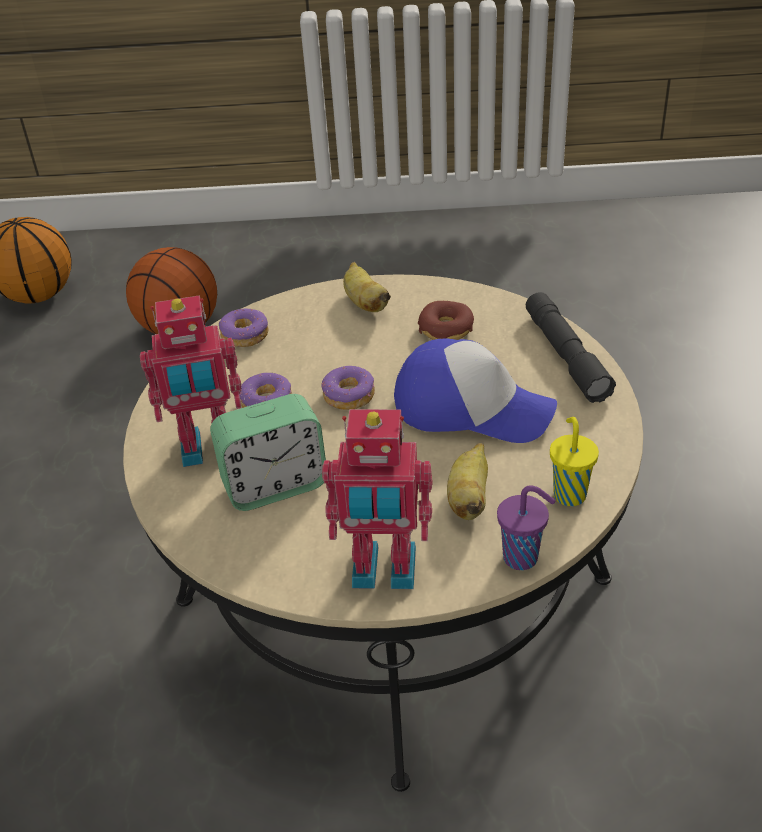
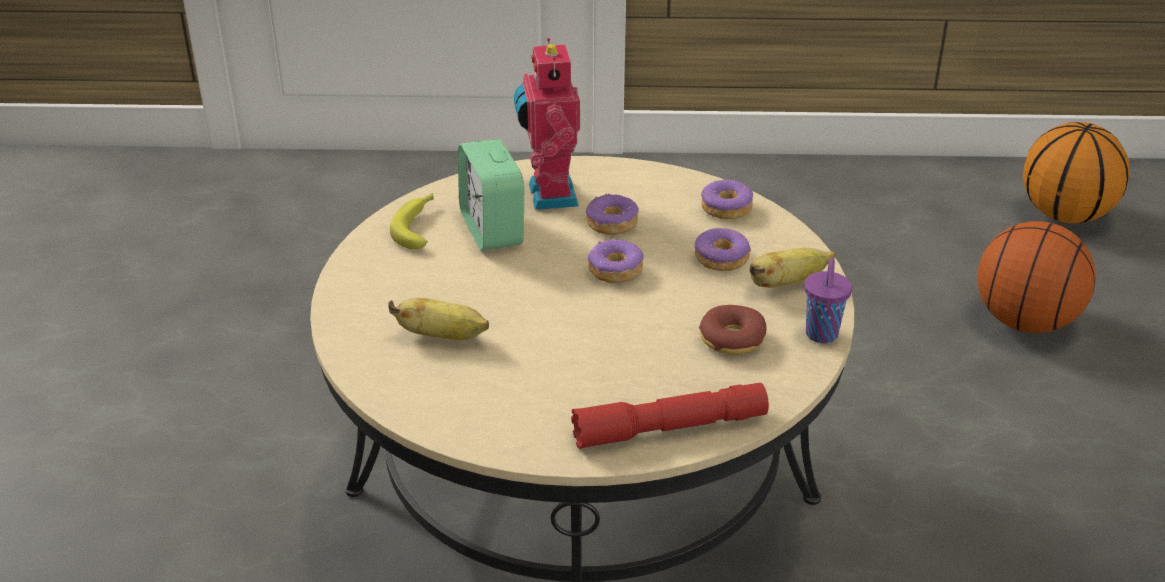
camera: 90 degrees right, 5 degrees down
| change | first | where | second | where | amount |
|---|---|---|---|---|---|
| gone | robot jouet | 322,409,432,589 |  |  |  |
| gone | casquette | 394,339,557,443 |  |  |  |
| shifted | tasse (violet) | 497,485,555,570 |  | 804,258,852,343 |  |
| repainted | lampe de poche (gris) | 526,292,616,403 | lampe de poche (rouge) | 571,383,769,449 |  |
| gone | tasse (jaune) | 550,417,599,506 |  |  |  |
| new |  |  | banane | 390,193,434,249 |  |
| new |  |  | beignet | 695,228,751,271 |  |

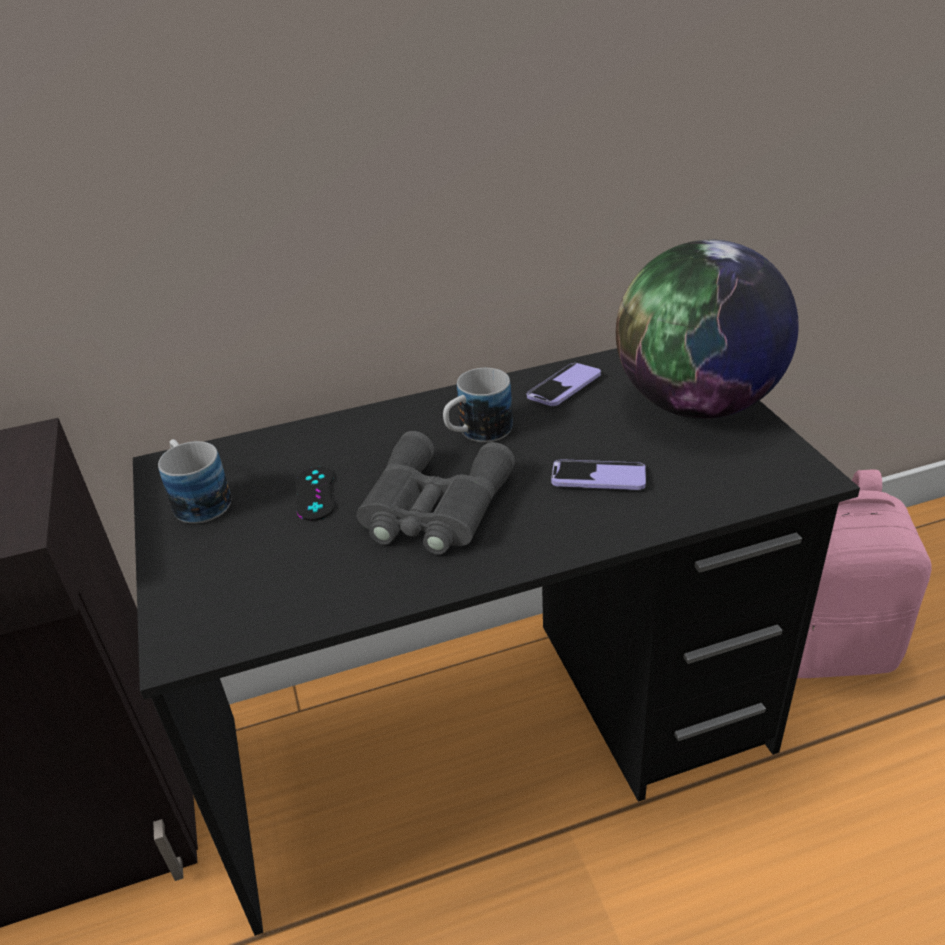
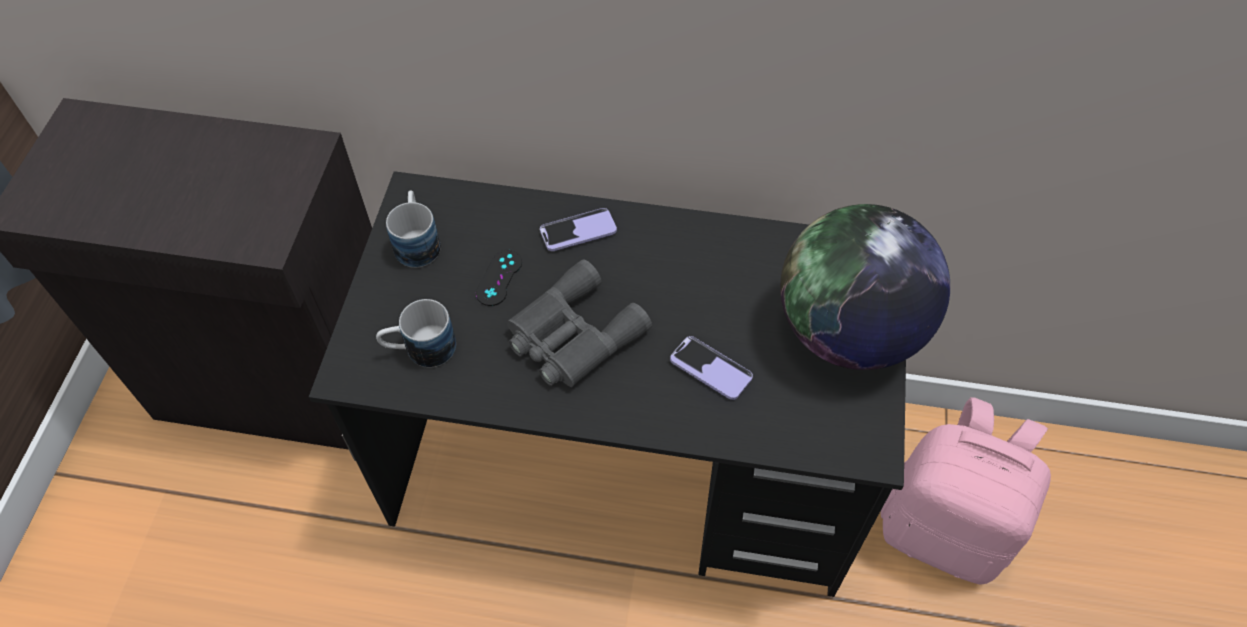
camera: 25 degrees right, 20 degrees up
| change | first | where | second | where | amount |
|---|---|---|---|---|---|
| shifted | mug | 443,368,513,442 |  | 376,299,456,367 |  |
| shifted | téléphone | 526,363,601,406 |  | 540,208,617,251 |  |

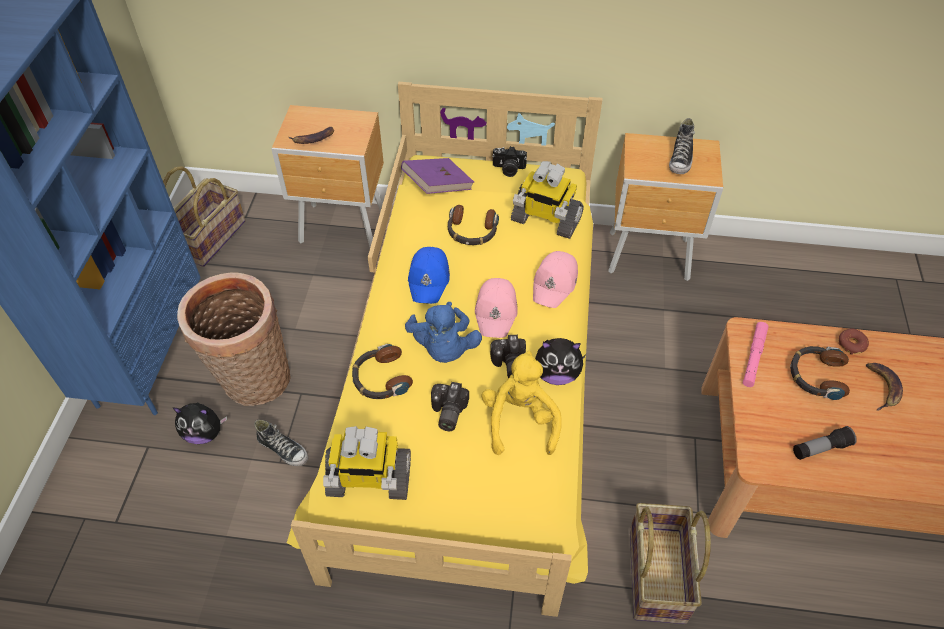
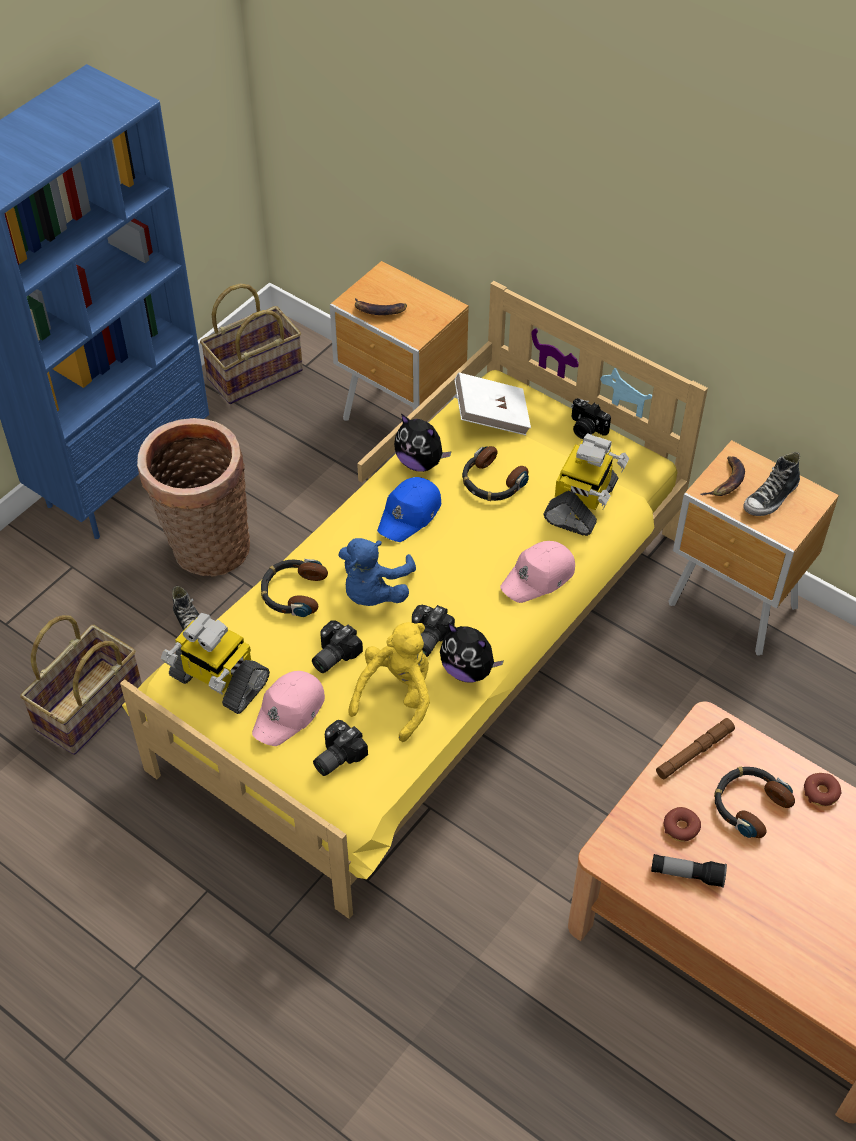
camera: 30 degrees right, 0 degrees up
| change | first | where | second | where | amount |
|---|---|---|---|---|---|
| shifted | peluche | 173,403,227,444 |  | 394,414,452,472 |  |
| repainted | livre (violet) | 401,158,474,194 | livre (blanc) | 455,373,531,435 |  |
| shifted | casquette (rose) | 475,278,518,338 |  | 252,671,325,746 |  |
| rotated | robot jouet | 511,161,584,239 |  | 544,433,629,536 | 120 degrees counterclockwise |
| shifted | panier | 630,503,711,624 |  | 20,615,142,755 |  |
| repainted | lampe de poche (rose) | 743,322,769,387 | lampe de poche (marron) | 656,718,735,780 |  |
| shifted | banane | 866,363,903,411 |  | 701,456,745,496 |  |
| new |  |  | appareil photo | 313,720,368,776 |  |
| new |  |  | beignet | 664,807,701,842 |  |

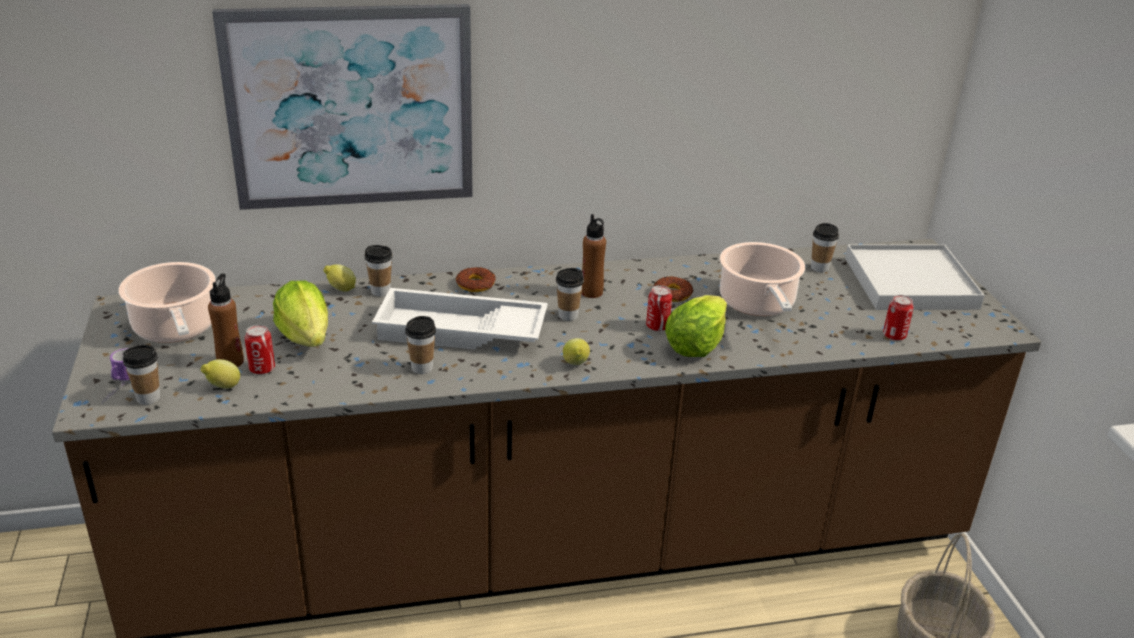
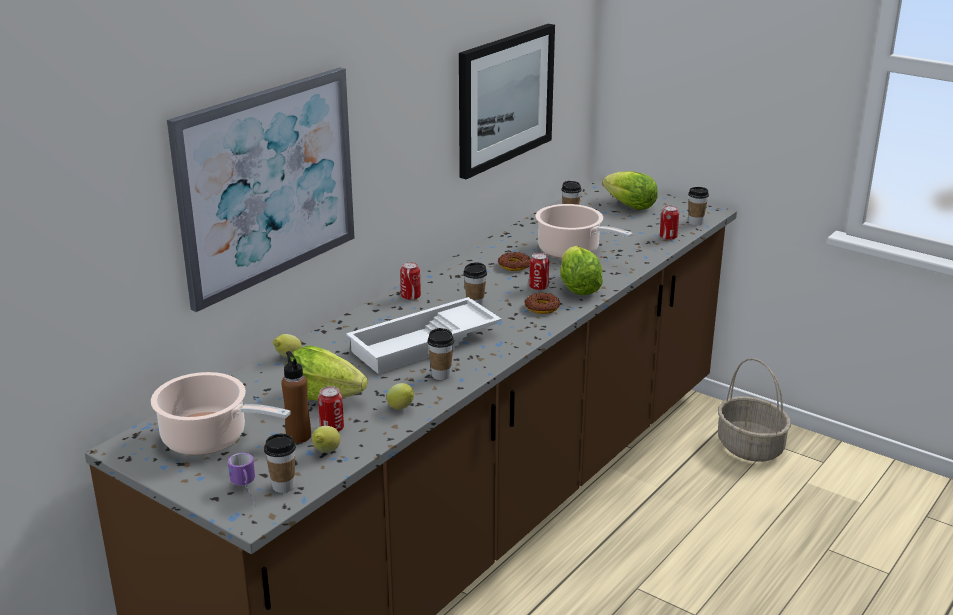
camera: 40 degrees left, 5 degrees down
| change | first | where | second | where | amount |
|---|---|---|---|---|---|
| shifted | tasse | 365,245,392,296 |  | 688,187,709,225 |  |
| shifted | beignet | 456,267,496,292 |  | 525,293,561,314 |  |
| shifted | citron | 563,338,590,365 |  | 387,383,414,410 |  |
| gone | bouteille (marron) | 581,214,606,298 |  |  |  |
| swapped | plateau (blanc) | 845,245,985,310 | laitue | 602,171,658,210 |  |
| new |  |  | boîte métallique | 400,262,421,300 |  |
| new |  |  | tableau | 459,24,555,179 |  |

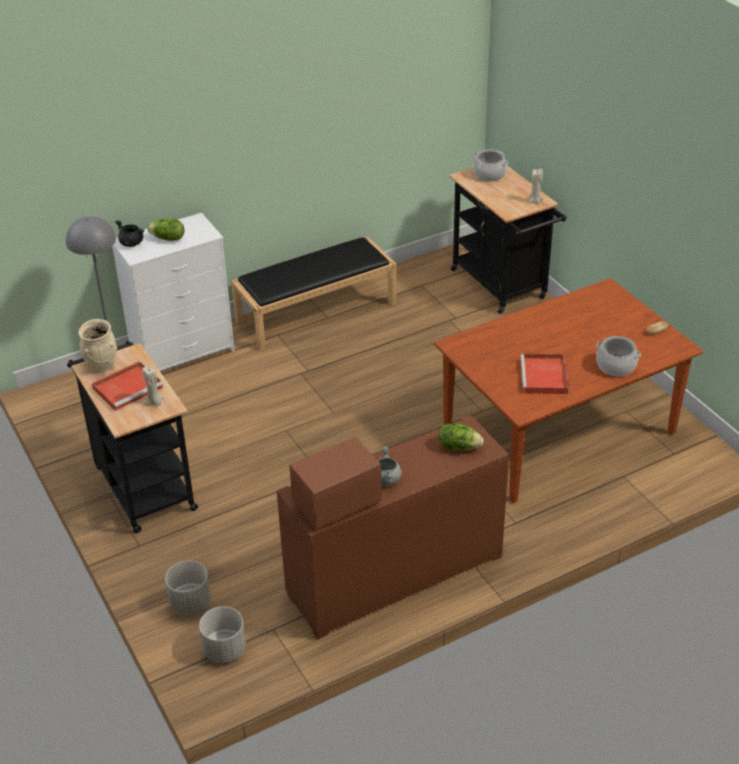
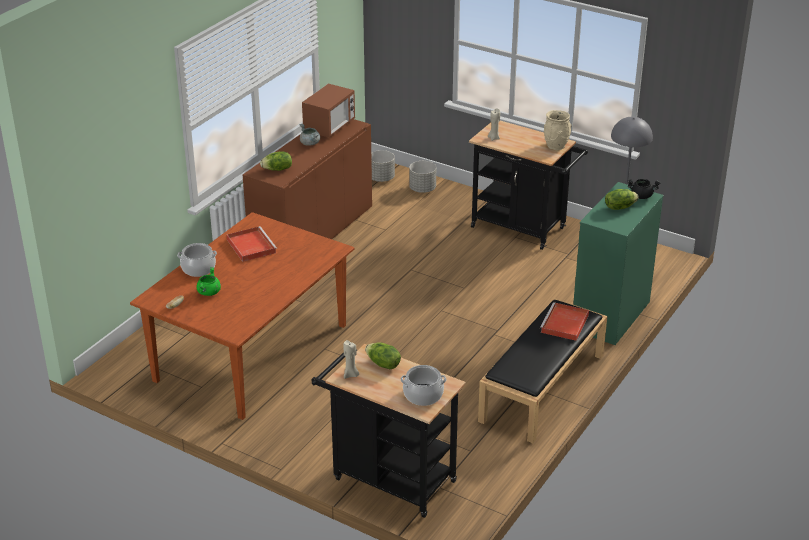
camera: 150 degrees right, 5 degrees down
| change | first | where | second | where | amount |
|---|---|---|---|---|---|
| shifted | plateau (rouge) | 92,361,163,411 |  | 540,302,589,341 |  |
| repainted | commode (blanc) | 112,213,235,371 | commode (vert) | 573,182,664,345 |  |
| new |  |  | marmite (vert) | 196,267,221,296 |  |
| new |  |  | laitue | 365,342,401,369 |  |

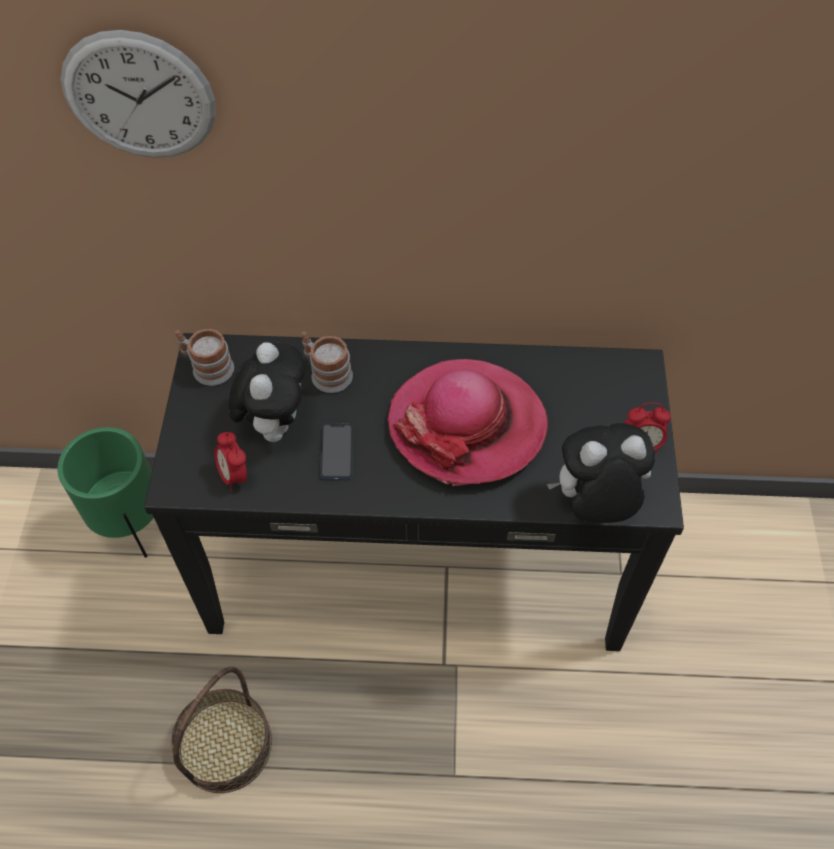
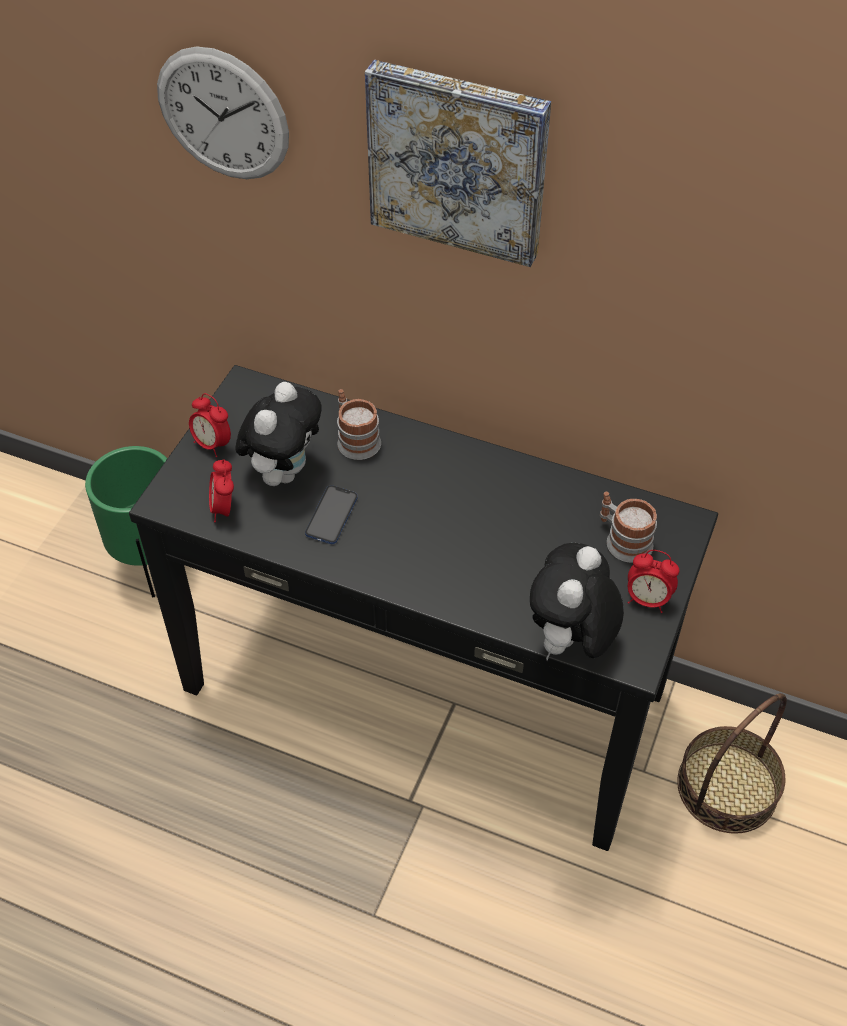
camera: 20 degrees right, 5 degrees down
| change | first | where | second | where | amount |
|---|---|---|---|---|---|
| shifted | panier | 172,667,272,793 |  | 677,693,787,834 |  |
| shifted | mug | 175,329,234,386 |  | 600,492,657,563 |  |
| gone | chapeau | 387,359,548,486 |  |  |  |
| rotated | peluche | 547,423,655,523 |  | 530,543,624,661 | 75 degrees counterclockwise |
| new |  |  | réveil | 189,393,231,457 |  |
| new |  |  | tableau | 365,60,551,267 |  |

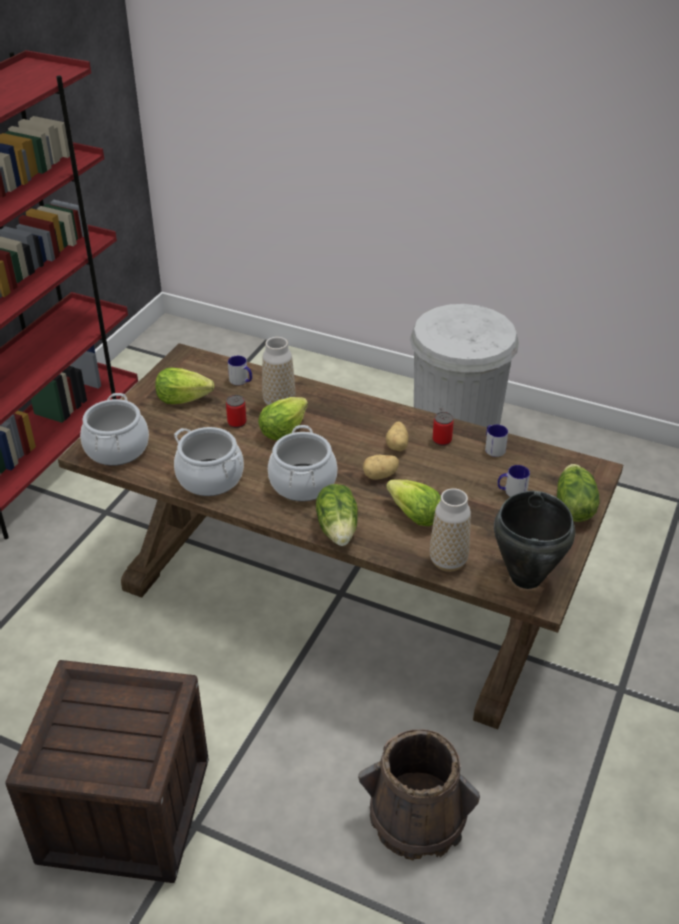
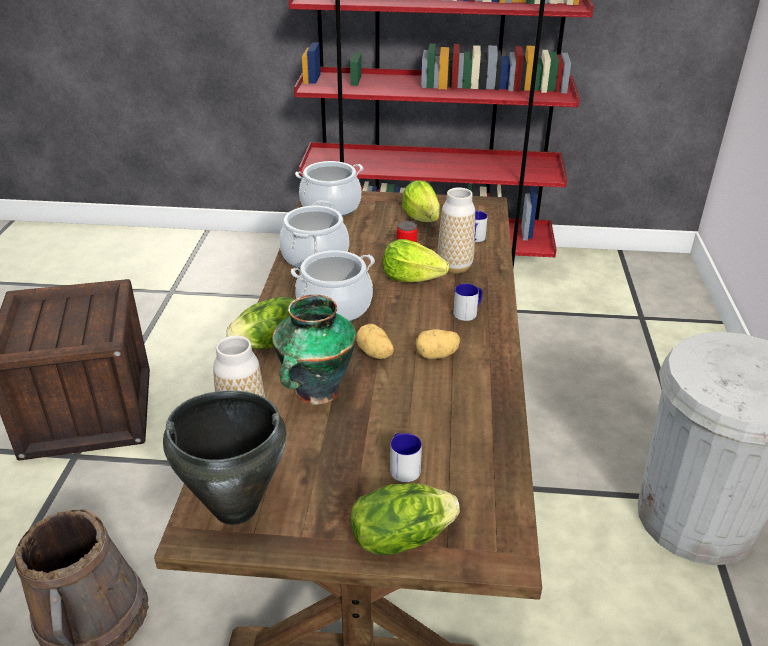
camera: 70 degrees right, 5 degrees down
| change | first | where | second | where | amount |
|---|---|---|---|---|---|
| swapped | laitue | 386,479,441,526 | vase | 272,295,356,405 |  |
| gone | boîte métallique | 433,412,454,446 |  |  |  |
| shifted | mug | 485,424,508,457 |  | 453,284,482,321 |  |

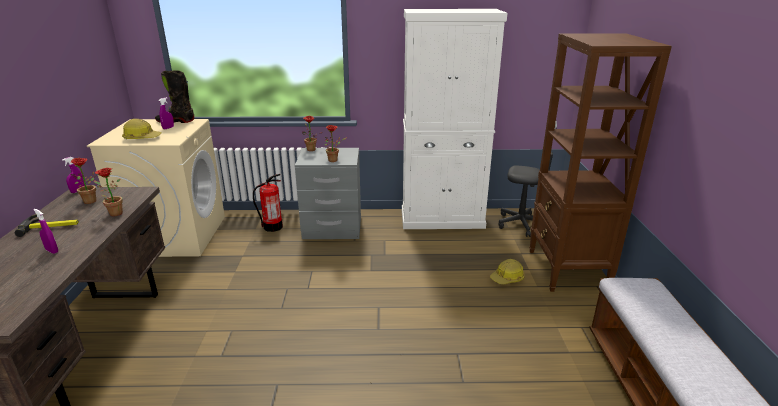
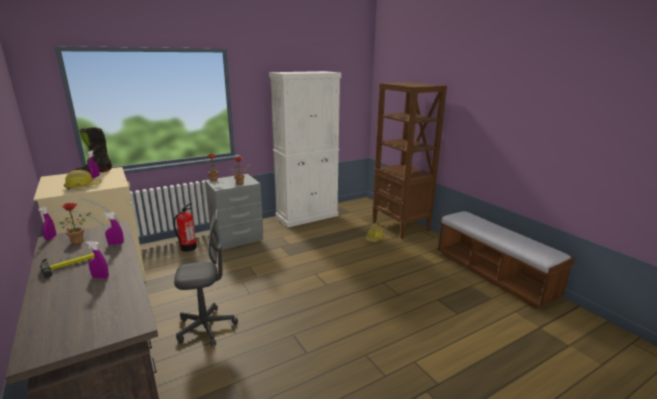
camera: 30 degrees left, 5 degrees down
| change | first | where | second | where | amount |
|---|---|---|---|---|---|
| swapped | plante en pot | 94,168,123,216 | vaporisateur (violet) | 103,212,124,245 |  |
| shifted | chaise de bureau (gris) | 498,121,557,237 |  | 174,209,238,346 |  |

